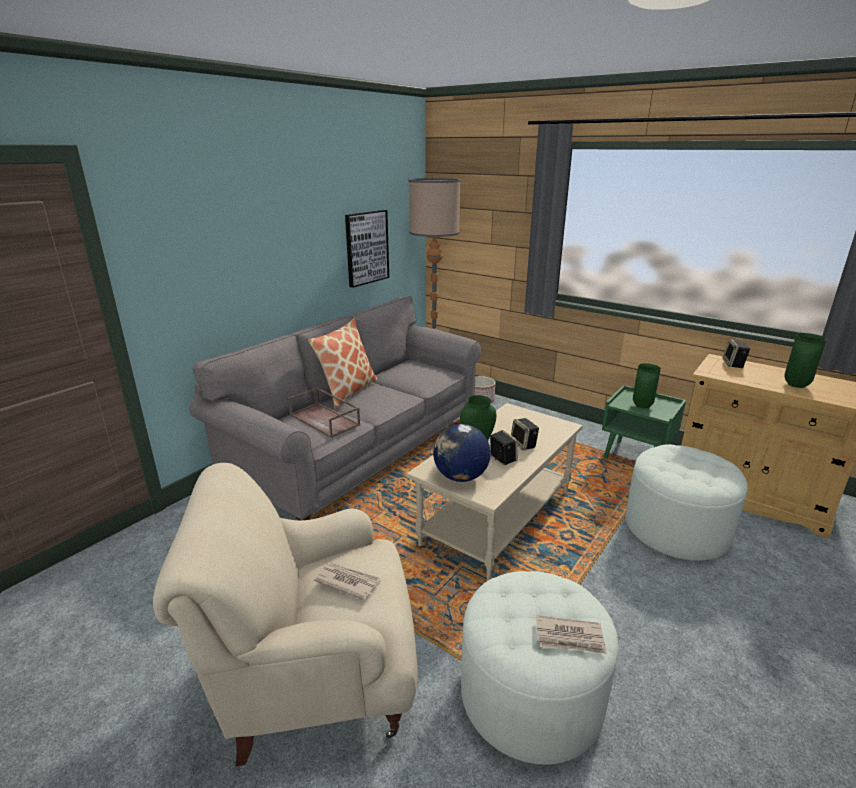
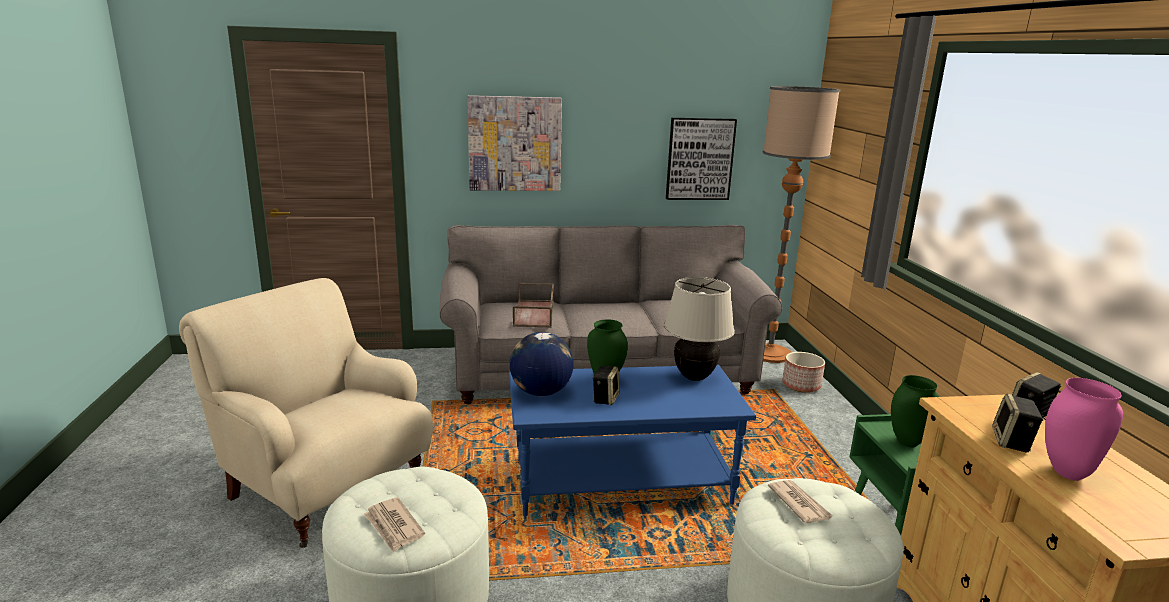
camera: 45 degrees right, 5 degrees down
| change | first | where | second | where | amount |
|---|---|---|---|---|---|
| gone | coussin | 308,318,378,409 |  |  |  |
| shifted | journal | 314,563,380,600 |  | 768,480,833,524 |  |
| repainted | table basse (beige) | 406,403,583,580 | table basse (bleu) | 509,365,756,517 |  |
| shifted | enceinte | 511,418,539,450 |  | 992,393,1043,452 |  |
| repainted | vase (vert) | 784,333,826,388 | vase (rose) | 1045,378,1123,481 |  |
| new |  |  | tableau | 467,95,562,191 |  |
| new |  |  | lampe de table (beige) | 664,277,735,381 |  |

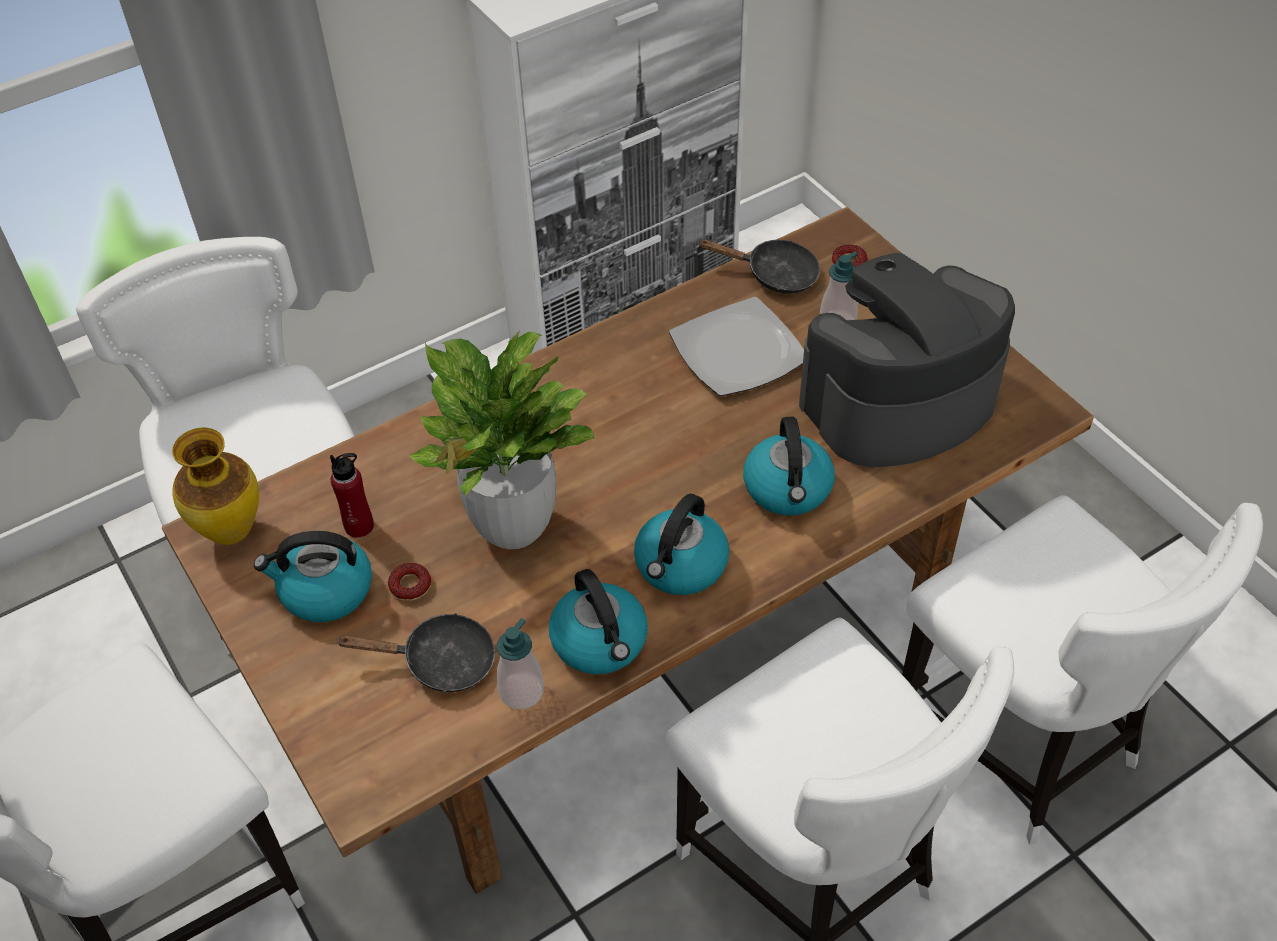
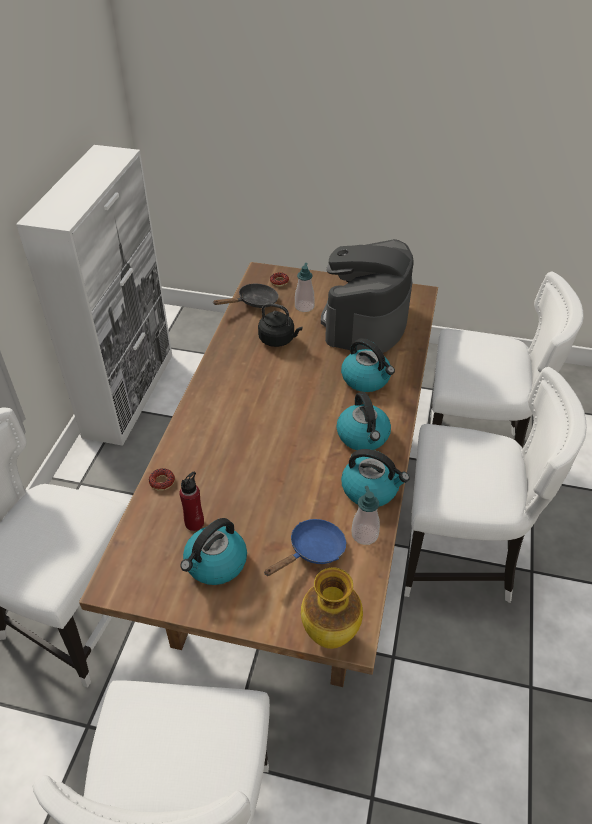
camera: 45 degrees left, 5 degrees down
| change | first | where | second | where | amount |
|---|---|---|---|---|---|
| shifted | vase | 172,428,259,545 |  | 301,568,363,649 |  |
| repainted | poêle (noir) | 336,613,495,693 | poêle (bleu) | 265,519,347,576 |  |
| shifted | beignet | 388,563,431,601 |  | 149,468,175,491 |  |
| gone | plante en pot | 406,331,594,549 |  |  |  |
| swapped | assiette | 669,297,804,396 | bouilloire (noir) | 258,303,303,347 |  |

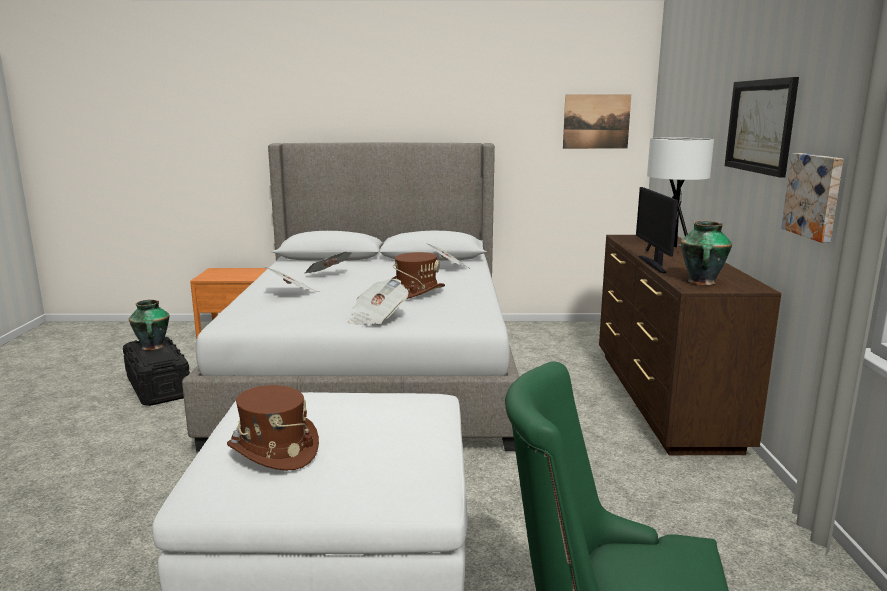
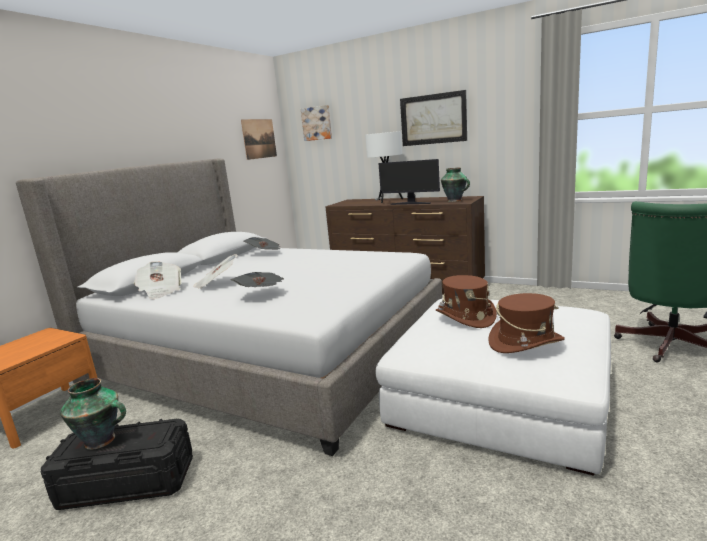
camera: 60 degrees left, 0 degrees up
| change | first | where | second | where | amount |
|---|---|---|---|---|---|
| shifted | journal | 348,279,408,325 |  | 133,261,181,299 |  |
| shifted | chapeau (marron) | 392,252,445,299 |  | 436,275,497,328 |  |
| shifted | tableau | 781,153,843,243 |  | 301,105,332,141 |  |

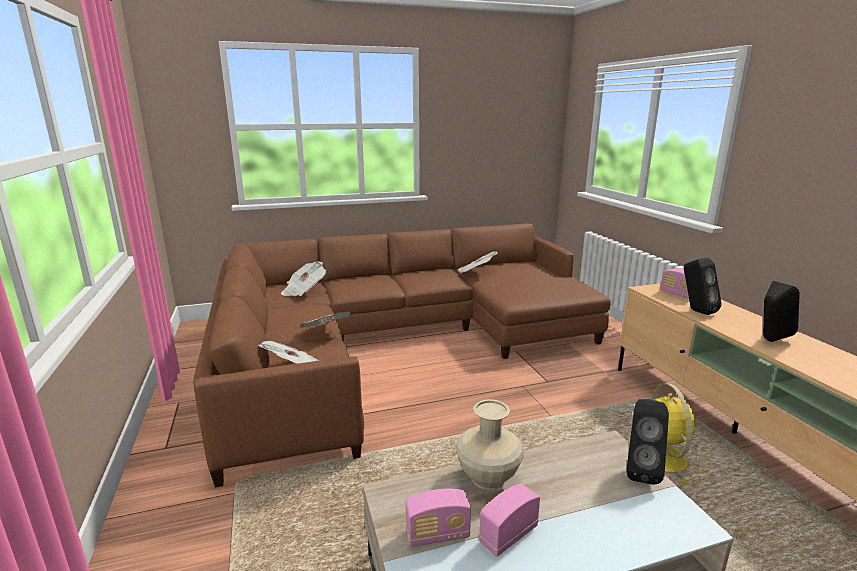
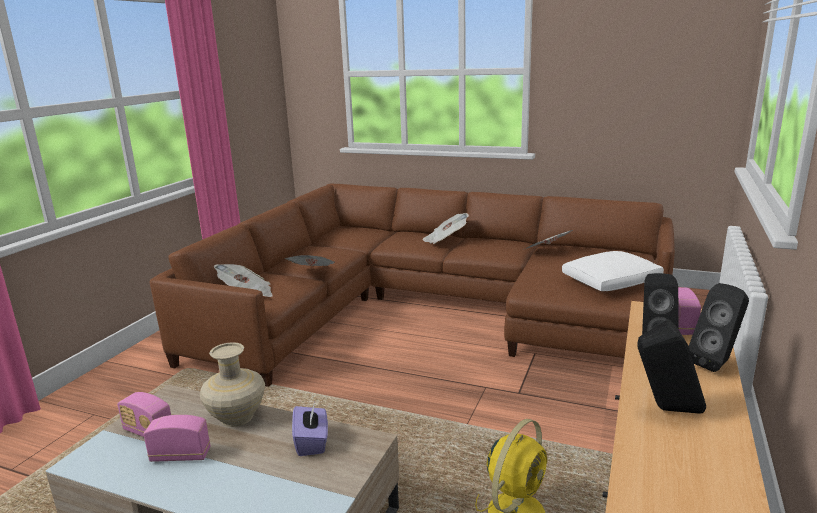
camera: 40 degrees right, 0 degrees up
| change | first | where | second | where | amount |
|---|---|---|---|---|---|
| shifted | journal | 281,261,326,296 |  | 423,213,469,244 |  |
| shifted | enceinte (noir) | 627,399,669,485 |  | 689,283,749,372 |  |
| new |  |  | boîte à mouchoirs (violet) | 292,402,328,456 |  |
| new |  |  | coussin (blanc) | 562,251,664,291 |  |

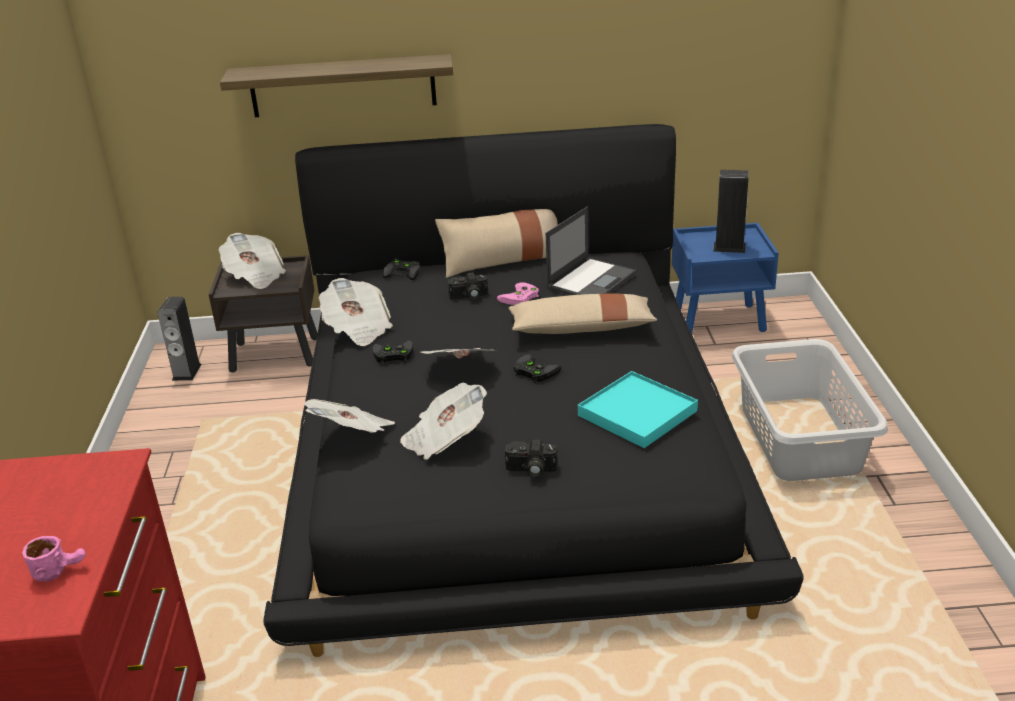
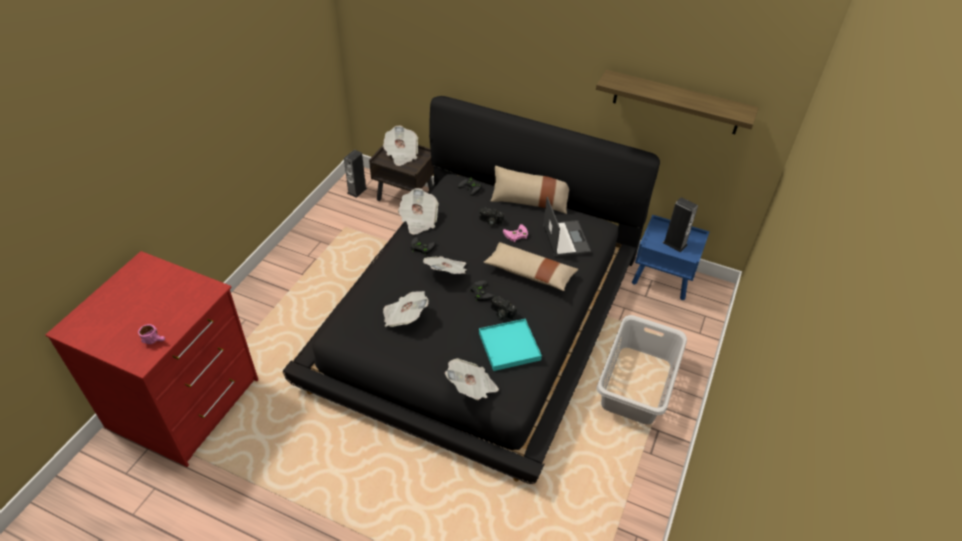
camera: 25 degrees right, 15 degrees up
| change | first | where | second | where | amount |
|---|---|---|---|---|---|
| shifted | étagère | 220,54,453,117 |  | 596,70,759,134 |  |
| shifted | journal | 303,399,395,433 |  | 445,358,499,400 |  |
| shifted | appareil photo | 505,440,557,478 |  | 490,296,517,319 |  |
| rotated | ordinateur portable | 546,206,636,295 |  | 543,197,591,257 | 75 degrees counterclockwise |

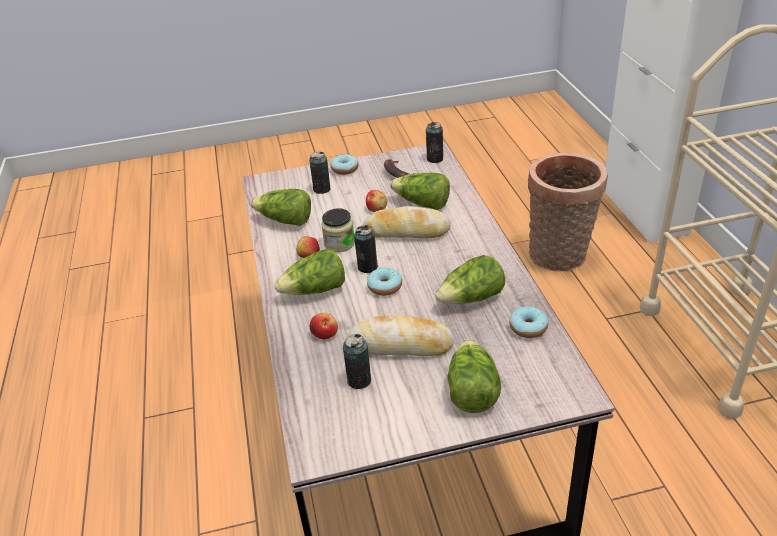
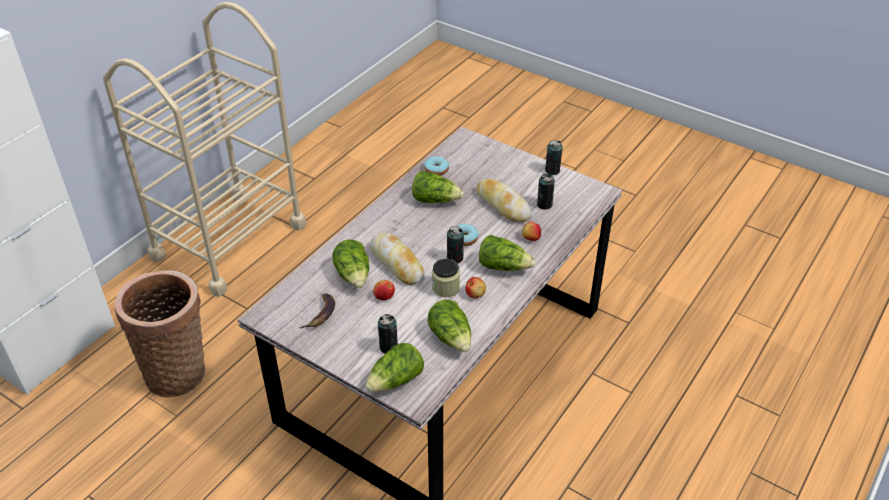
camera: 135 degrees left, 5 degrees up
| change | first | where | second | where | amount |
|---|---|---|---|---|---|
| gone | beignet | 331,154,359,175 |  |  |  |
| shifted | boîte métallique | 426,122,443,163 |  | 545,140,563,175 |  |
| shifted | laitue | 447,340,501,413 |  | 365,343,424,392 |  |

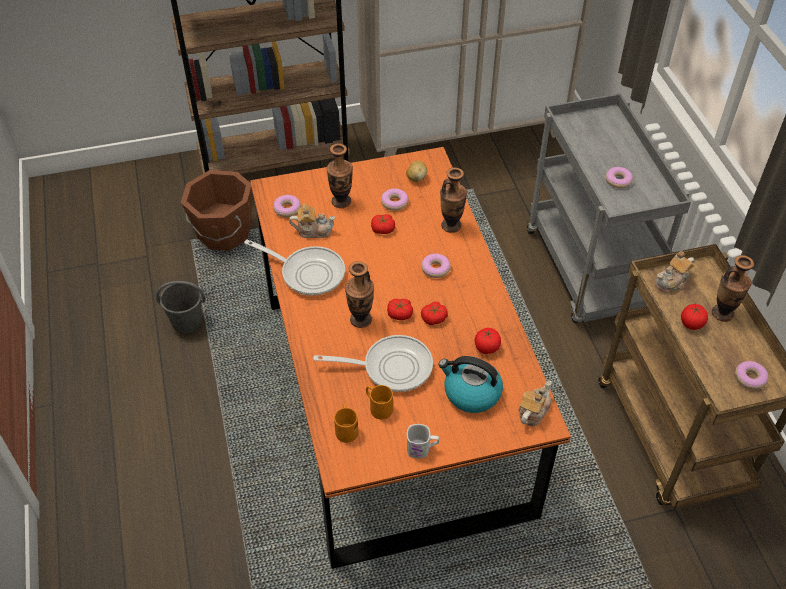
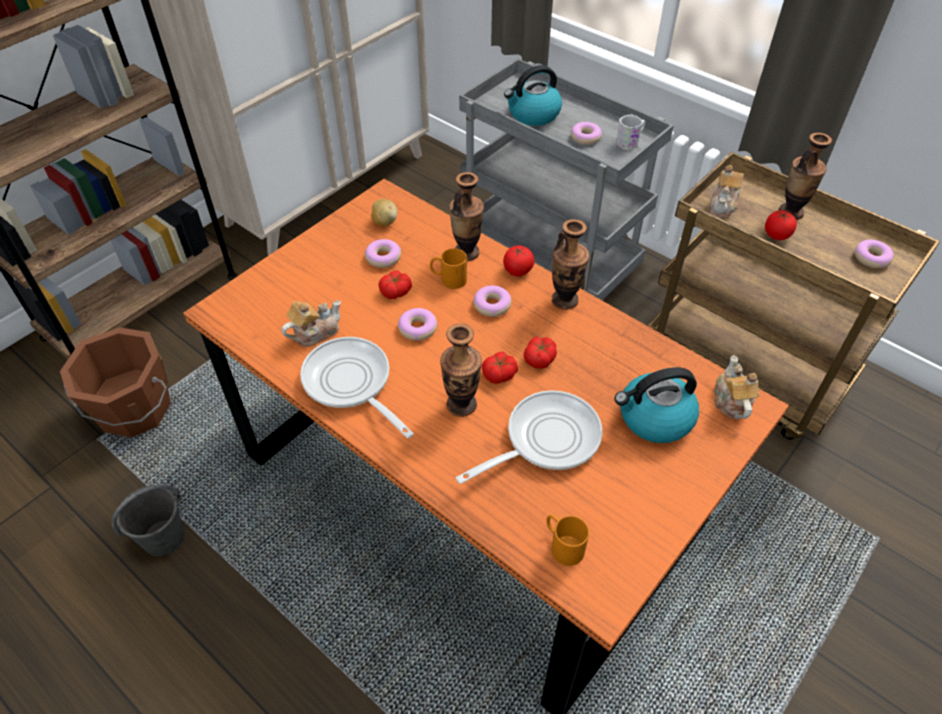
camera: 35 degrees left, 0 degrees up
| change | first | where | second | where | amount |
|---|---|---|---|---|---|
| rotated | poêle | 244,239,345,296 |  | 300,337,414,438 | 120 degrees counterclockwise |
| shifted | beignet | 273,195,301,217 |  | 398,308,438,341 |  |
| shifted | vase | 327,143,353,208 |  | 551,219,590,310 |  |
| shifted | mug (orange) | 366,385,393,420 |  | 430,248,467,289 |  |
| shifted | mug (blanc) | 407,424,439,458 |  | 616,115,645,150 |  |
| shifted | tomate | 475,328,501,354 |  | 503,245,534,276 |  |
| new |  |  | bouilloire | 504,65,562,126 |  |

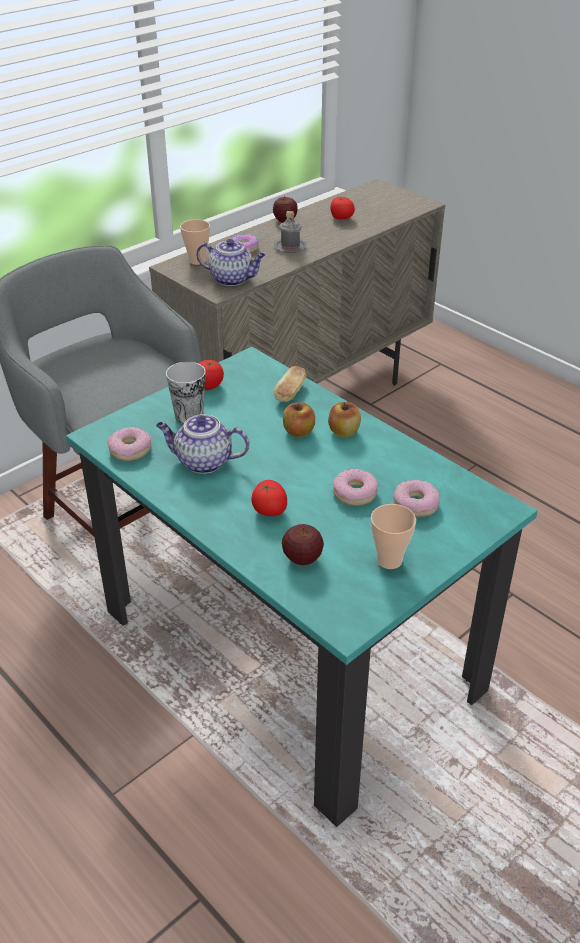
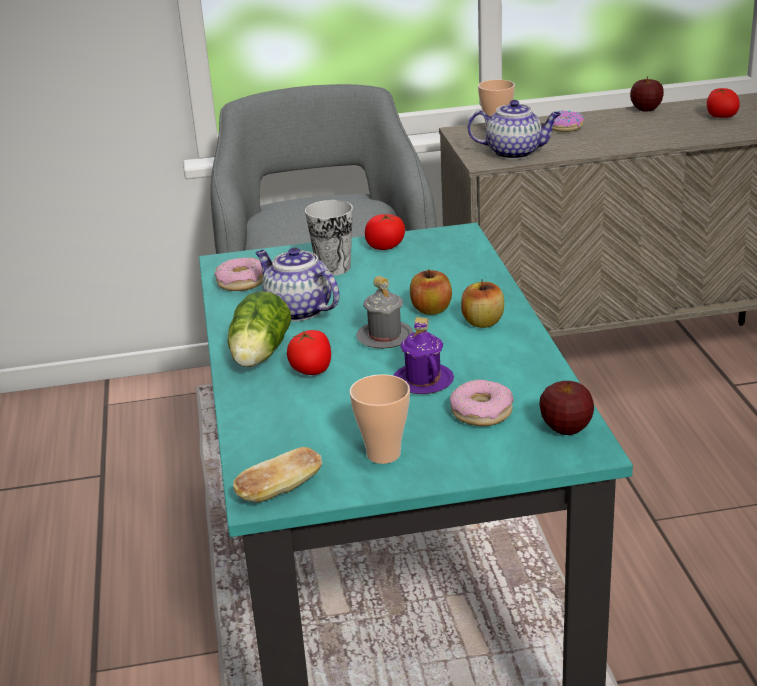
camera: 35 degrees right, 10 degrees down
| change | first | where | second | where | amount |
|---|---|---|---|---|---|
| rotated | théière | 196,239,266,286 |  | 467,100,561,159 | 45 degrees counterclockwise |
| shifted | mug (gris) | 274,211,307,253 |  | 356,276,413,348 |  |
| shifted | pain | 274,366,306,402 |  | 233,447,322,502 |  |
| shifted | pomme | 282,524,324,565 |  | 539,381,594,435 |  |
| swapped | beignet | 333,469,378,506 | mug (violet) | 393,317,454,394 |  |
| new |  |  | laitue | 228,291,291,367 |  |

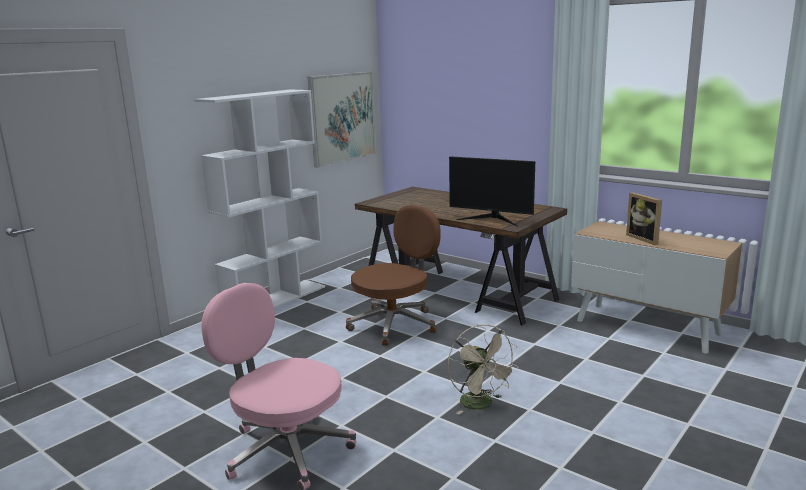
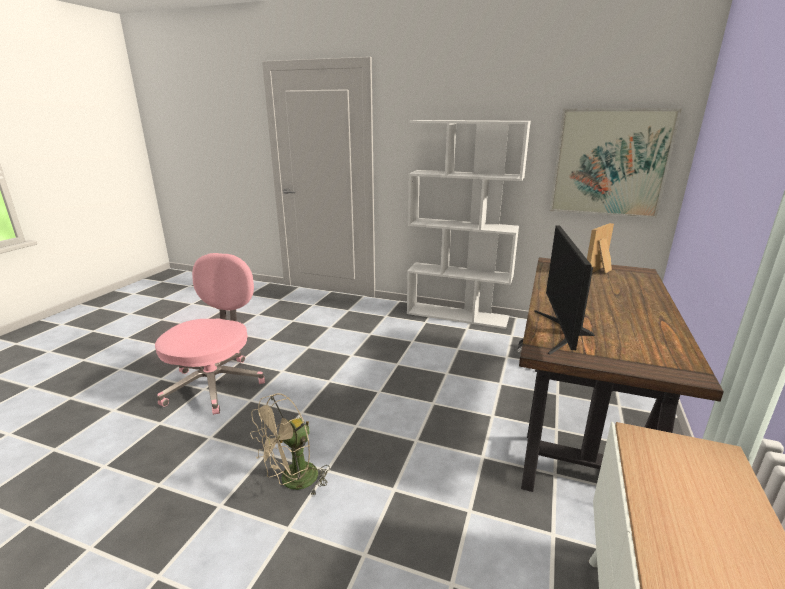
camera: 70 degrees right, 5 degrees up
| change | first | where | second | where | amount |
|---|---|---|---|---|---|
| gone | chaise de bureau (marron) | 346,205,441,346 |  |  |  |
| shifted | cadre photo | 626,192,662,245 |  | 587,223,614,273 |  |

